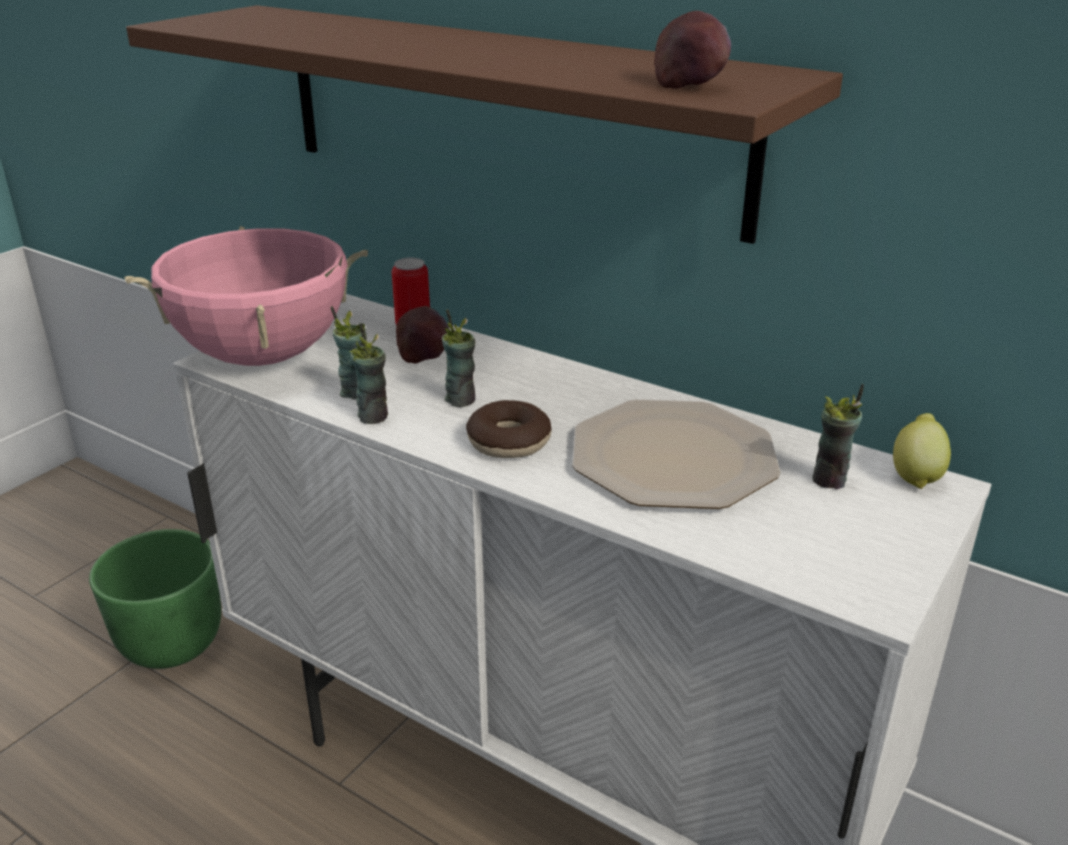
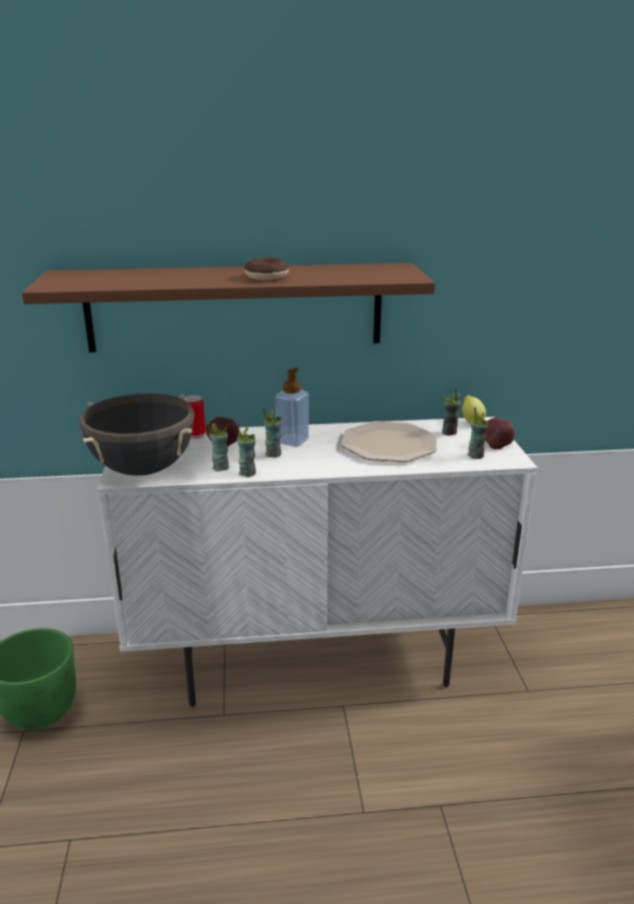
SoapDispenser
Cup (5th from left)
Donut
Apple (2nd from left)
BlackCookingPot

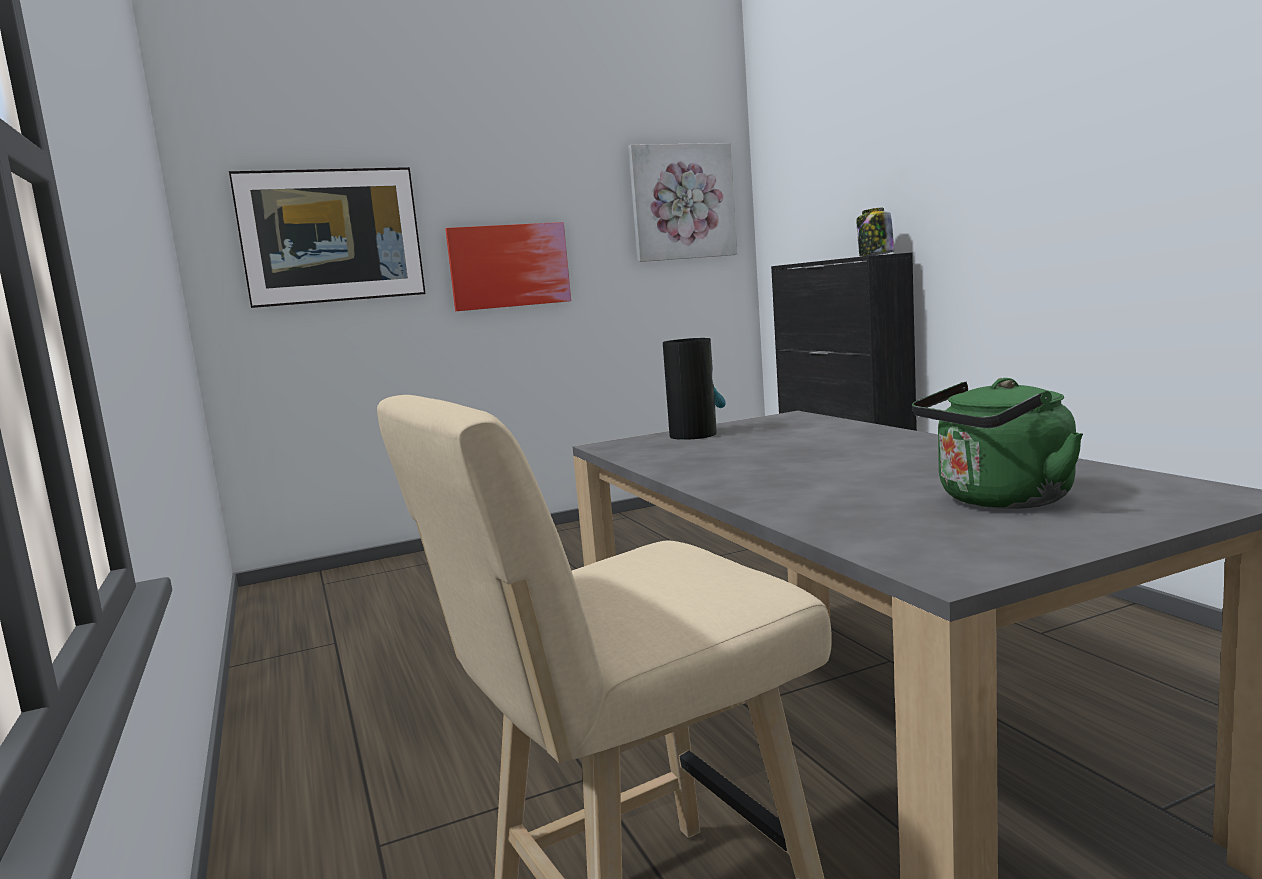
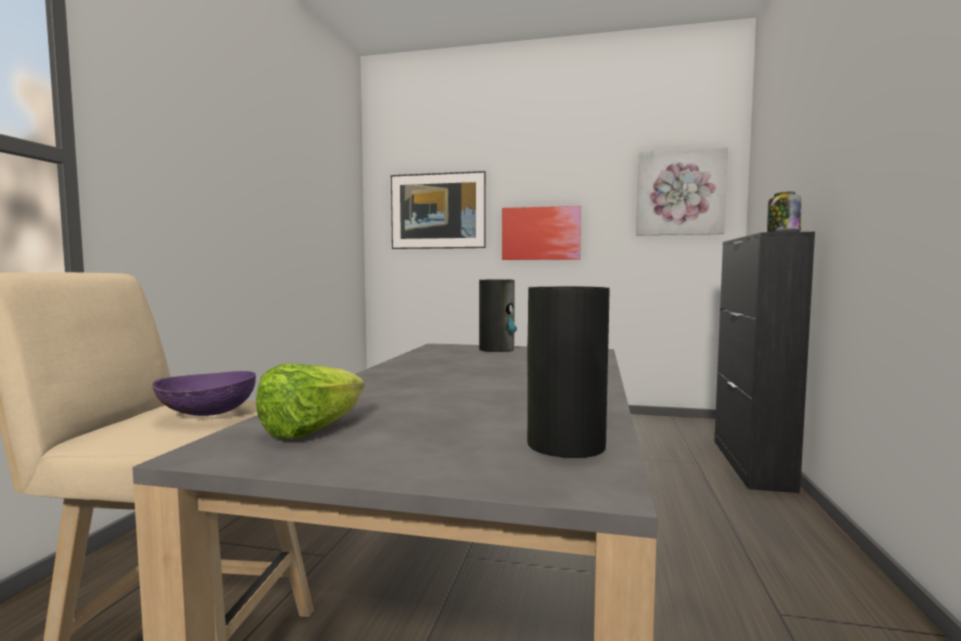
GreenKettle
PurpleBowl
Lettuce
Vase (2nd from left)

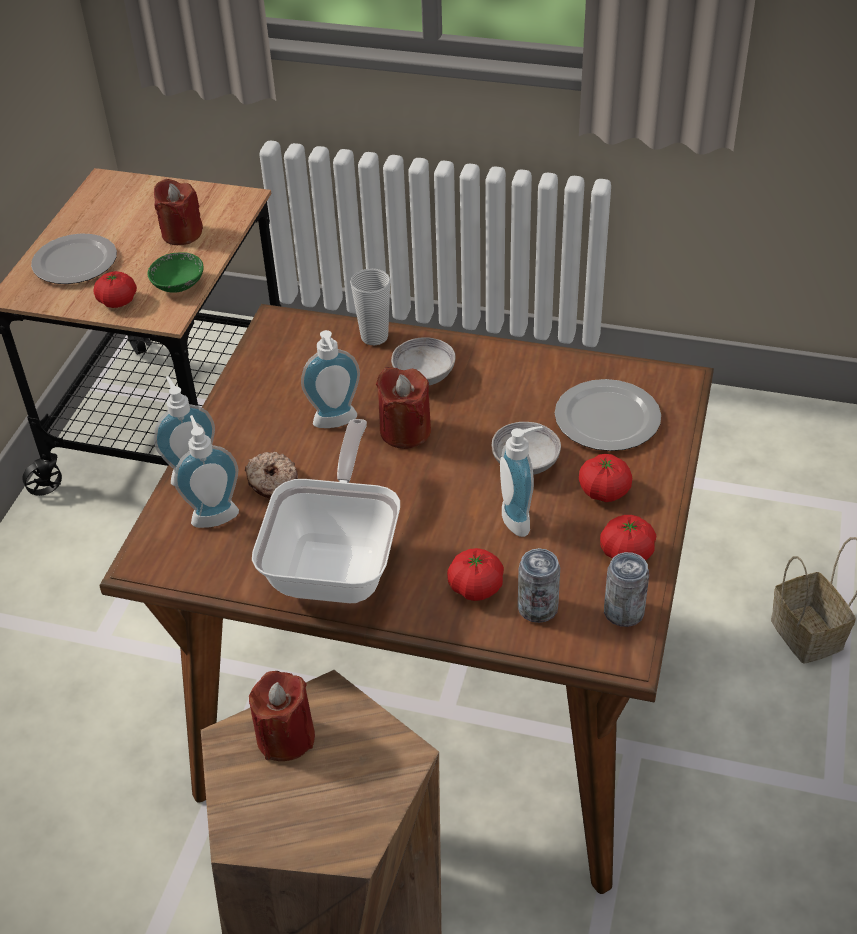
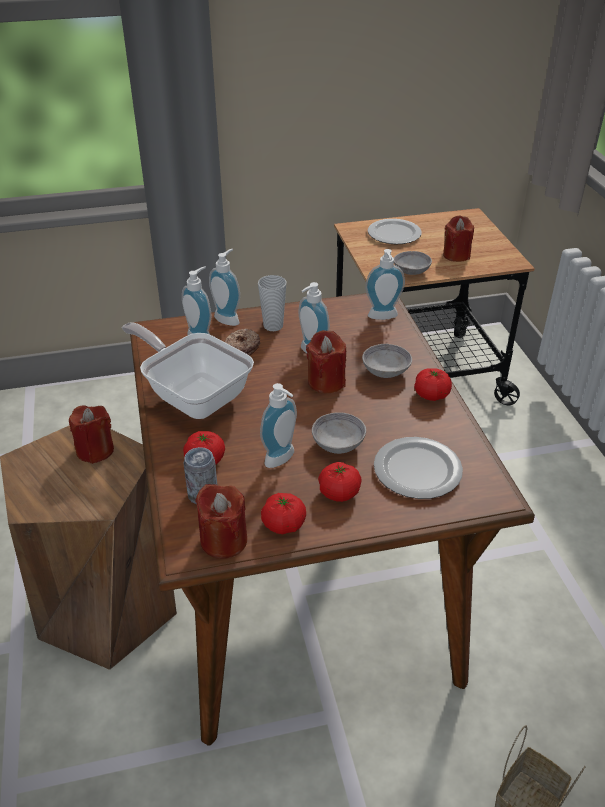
SoapDispenser (5th from left)
Tomato (4th from left)
Cup
RedCandle (2nd from left)
GreyBowl (3rd from left)
FryingPan

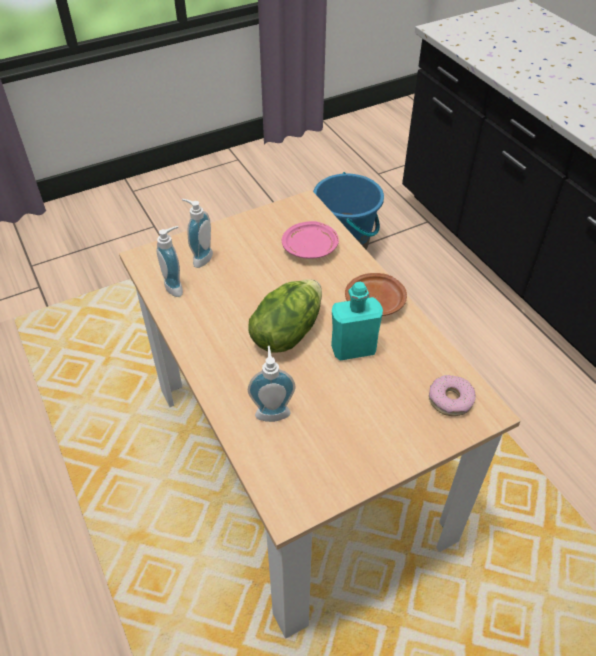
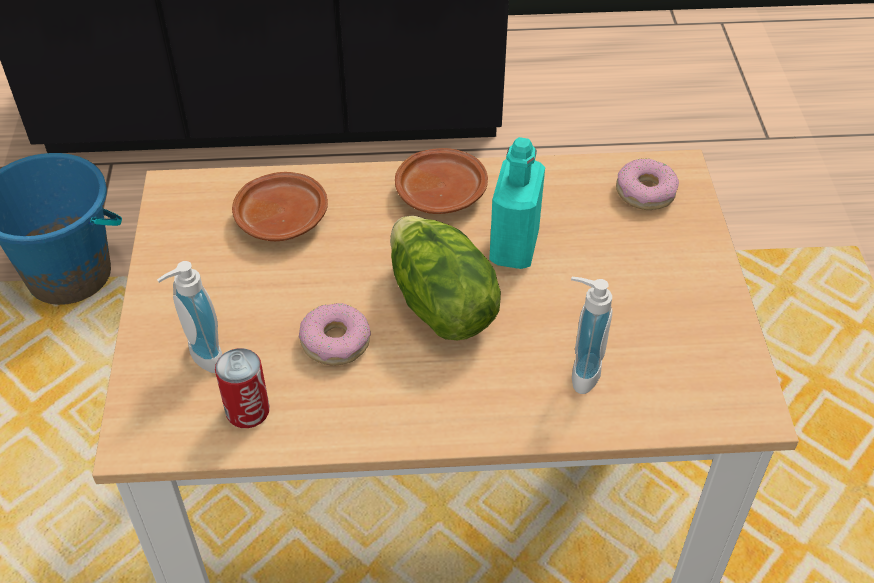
Donut (1st from left)
Can
BrownPlate (1st from left)

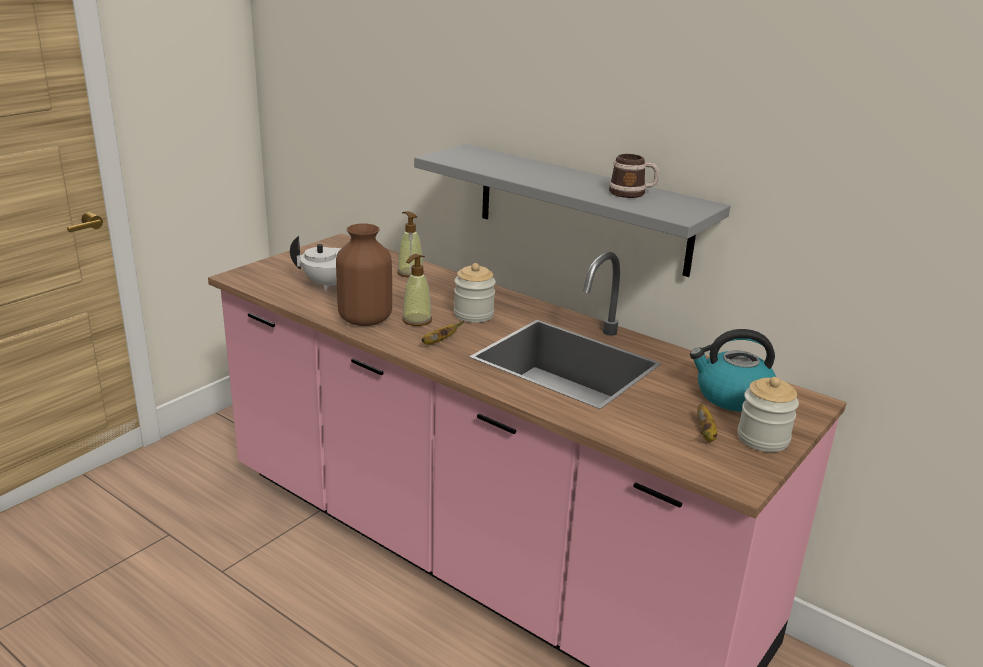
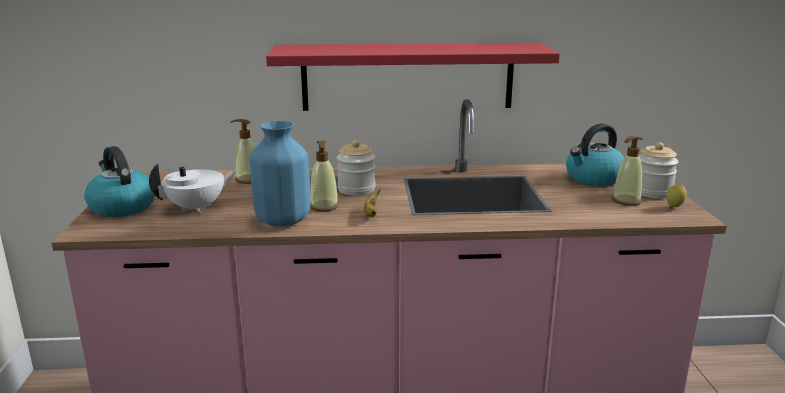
Mug
Kettle (1st from left)
Lemon
SoapDispenser (3rd from left)
BlueVase
RedShelf

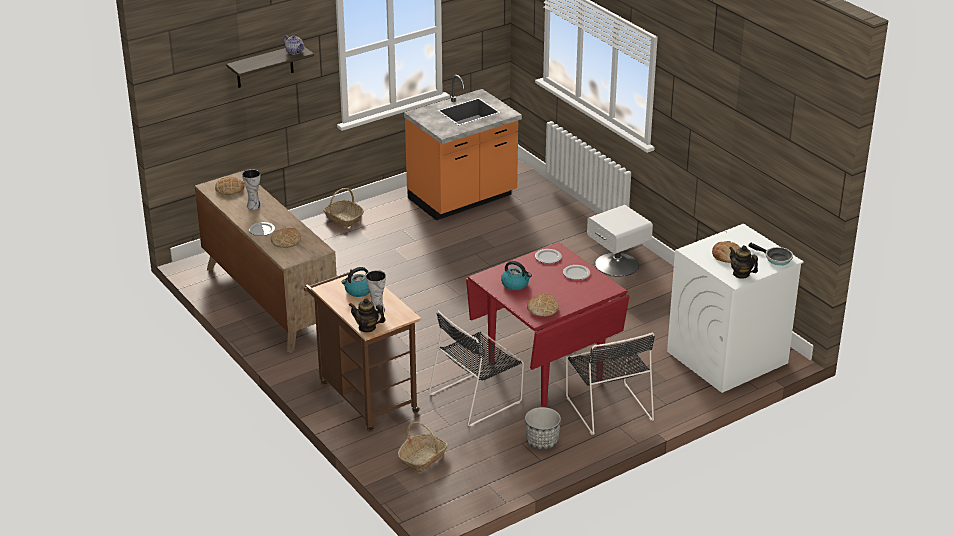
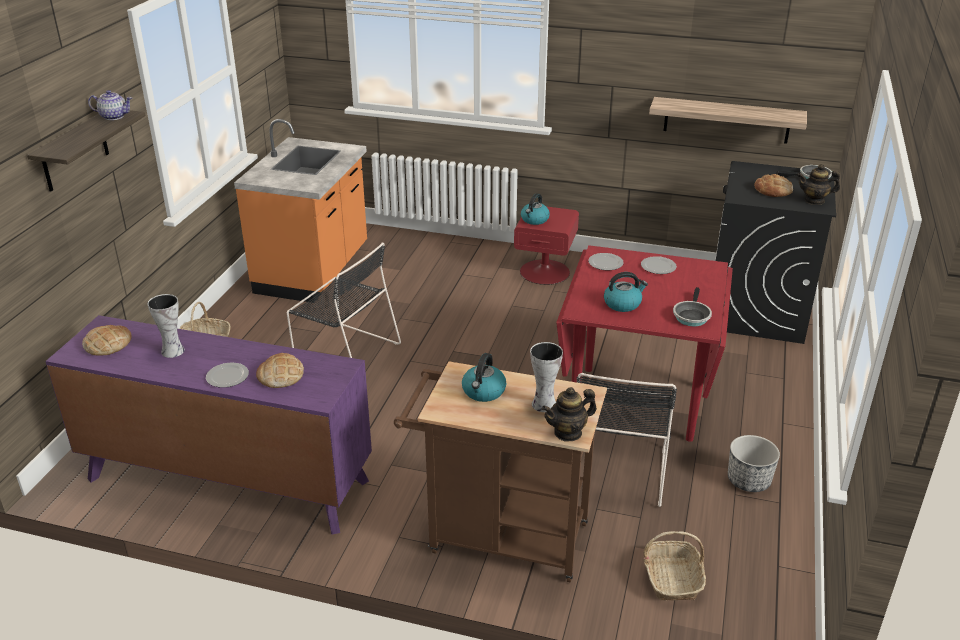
Kettle (2nd from left)
Shelf (2nd from left)
BlackChair (1st from left)
FryingPan (1st from left)
PurpleDresser
RedNightstand
BlackWashingMachine

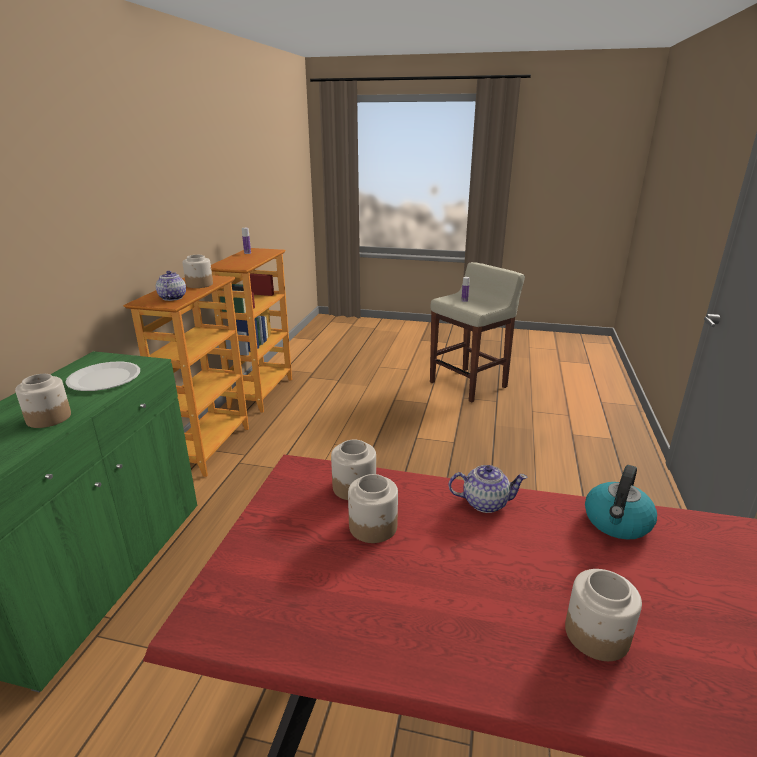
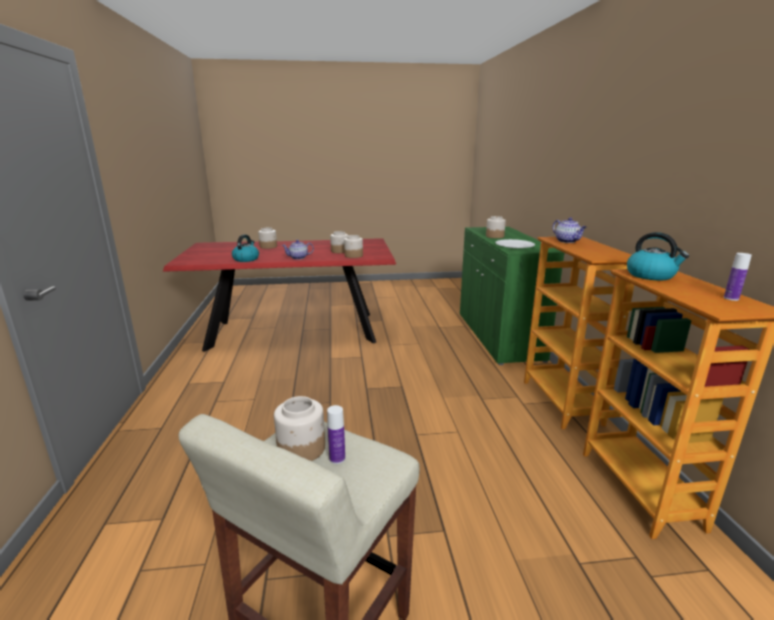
Kettle (2nd from left)
Jar (2nd from left)

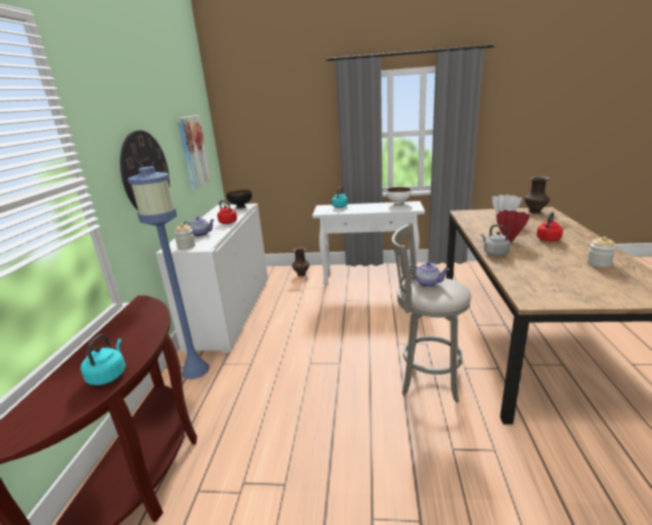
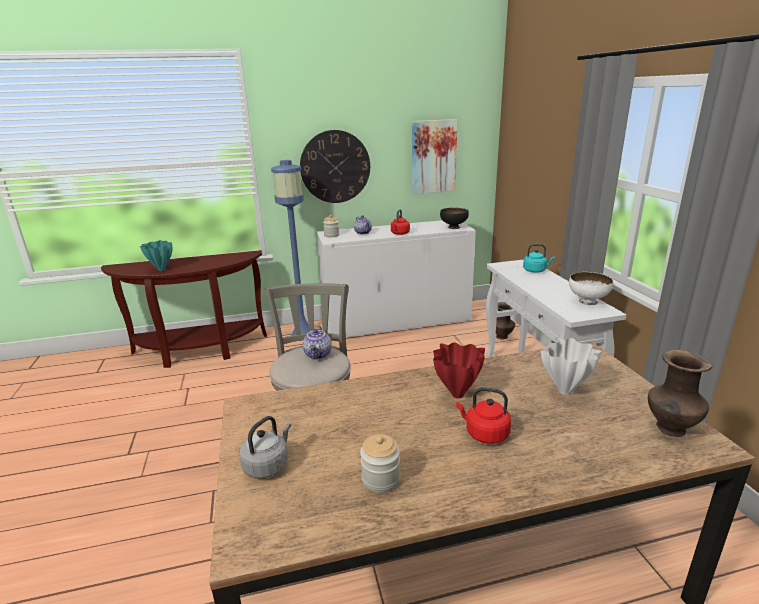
GreyKettle
TurquoiseVase

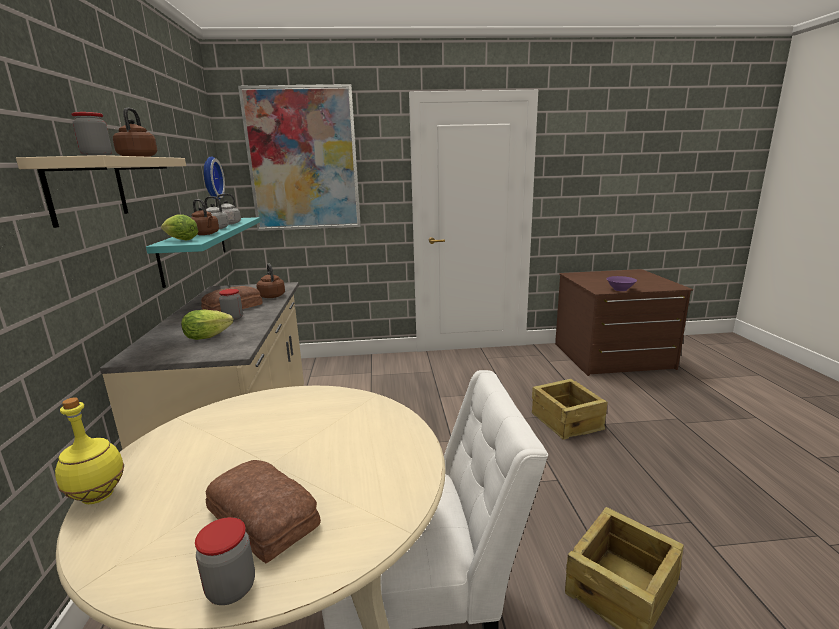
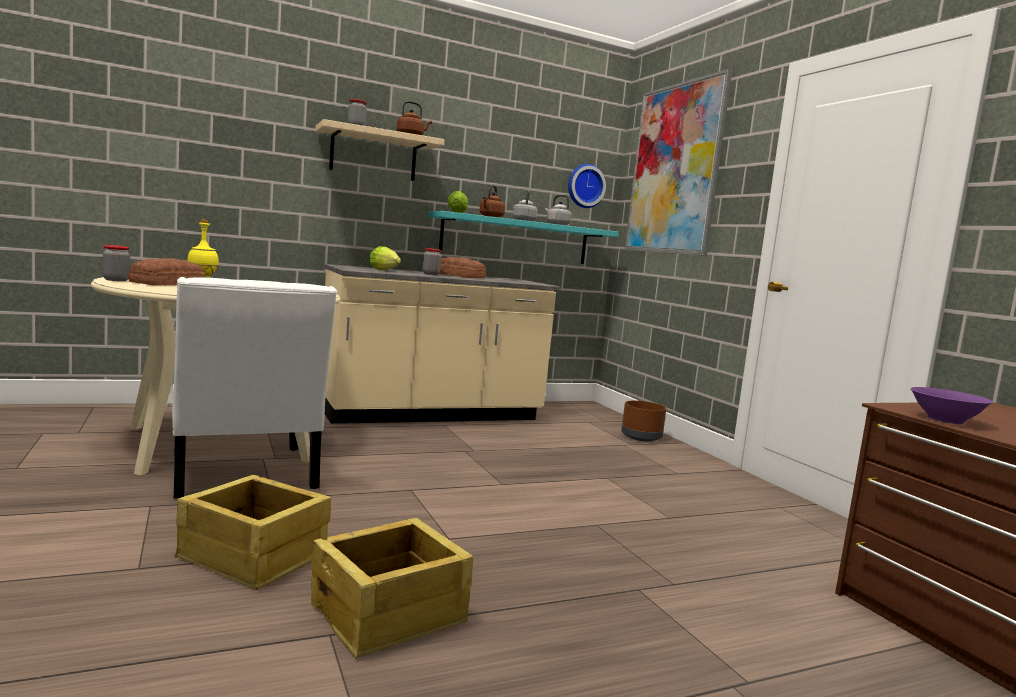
BrownKettle (3rd from left in the first image)
BrownPlanter
Crate (2nd from left)

